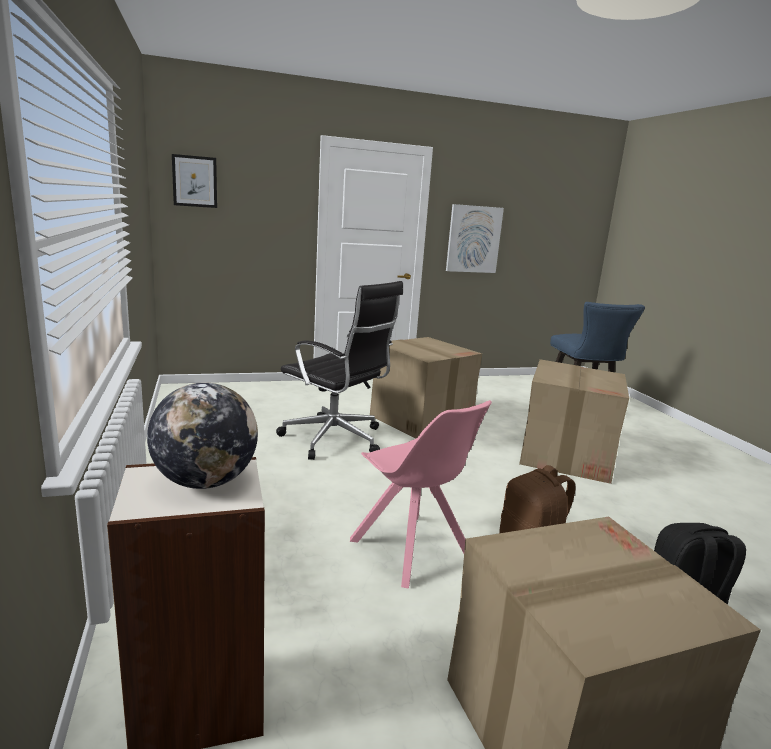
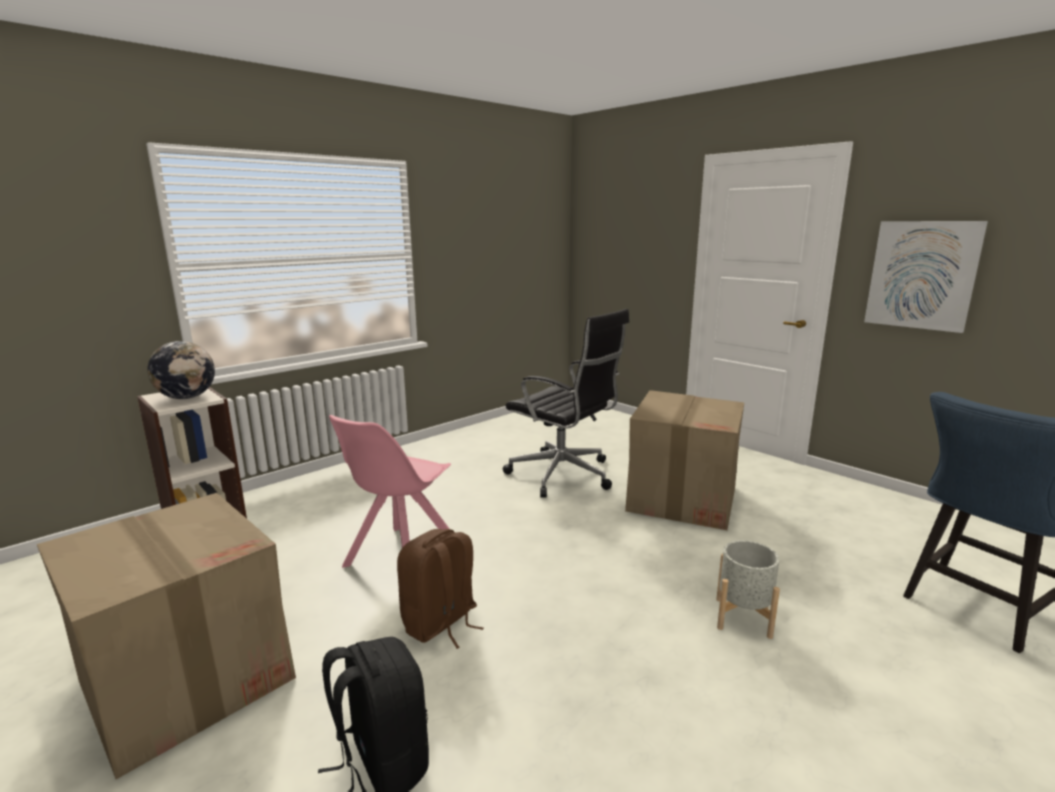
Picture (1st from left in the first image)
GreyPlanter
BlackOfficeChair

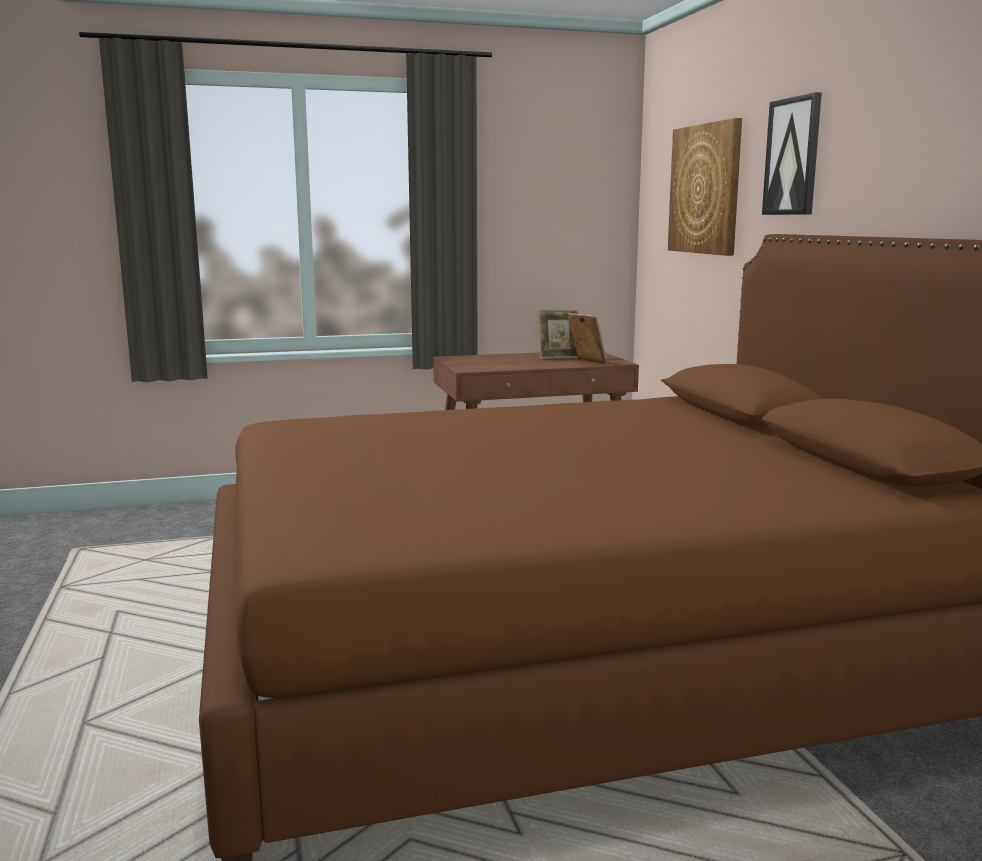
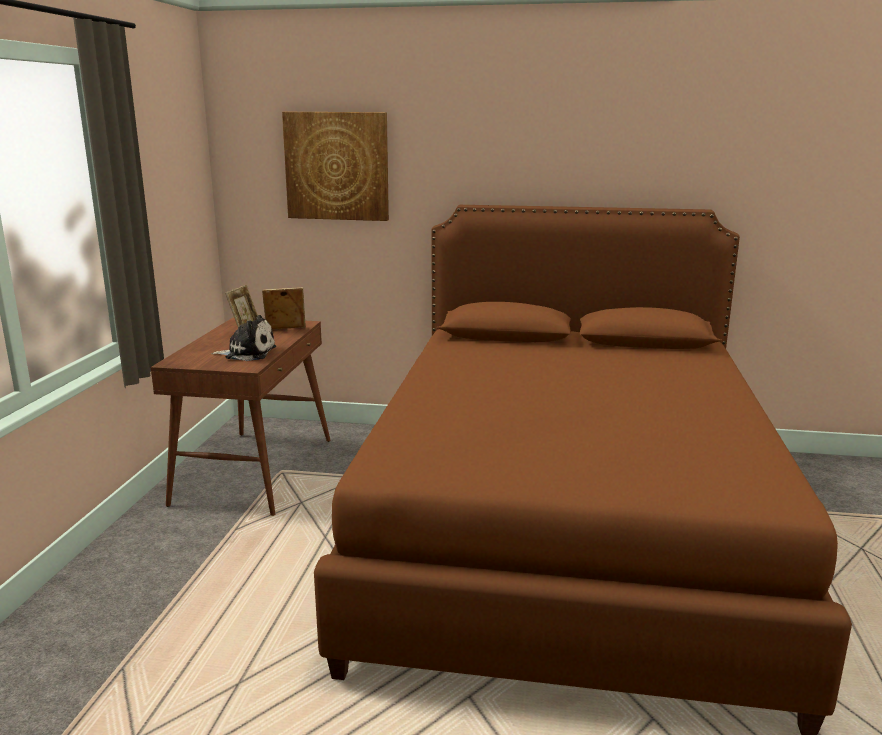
Picture (2nd from left in the first image)
PlushToy

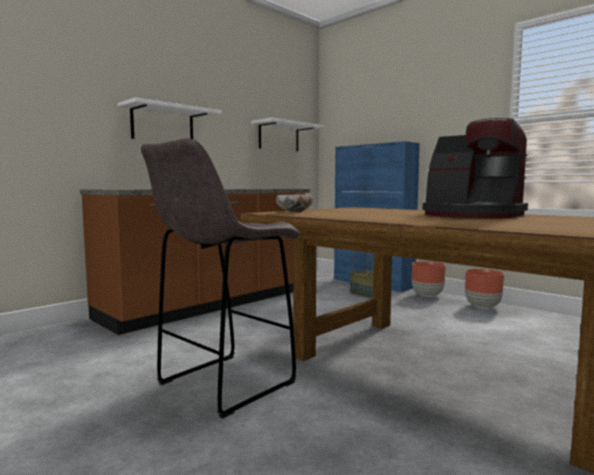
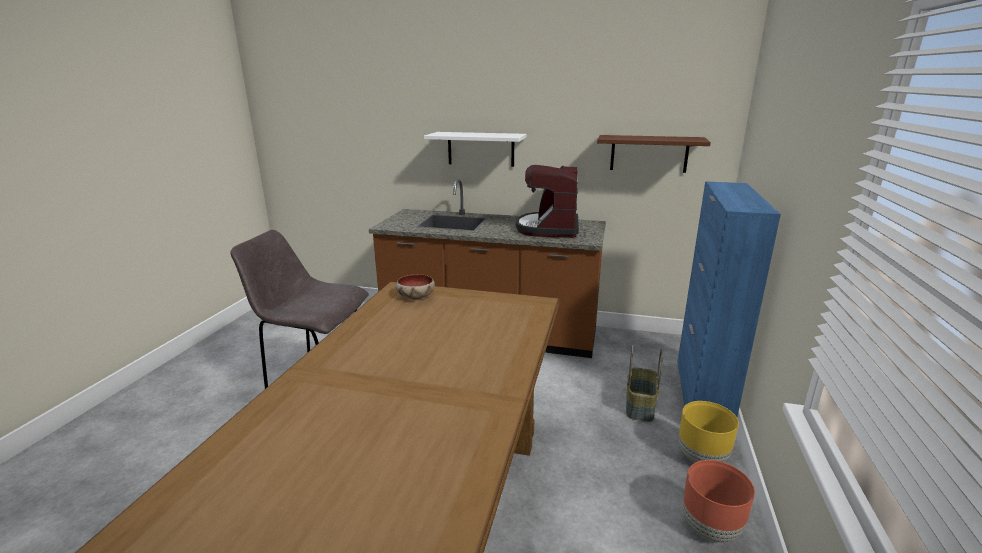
CoffeeMachine
BrownShelf
YellowPlanter

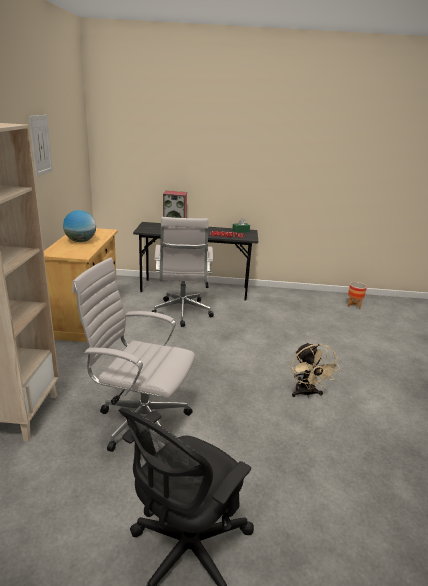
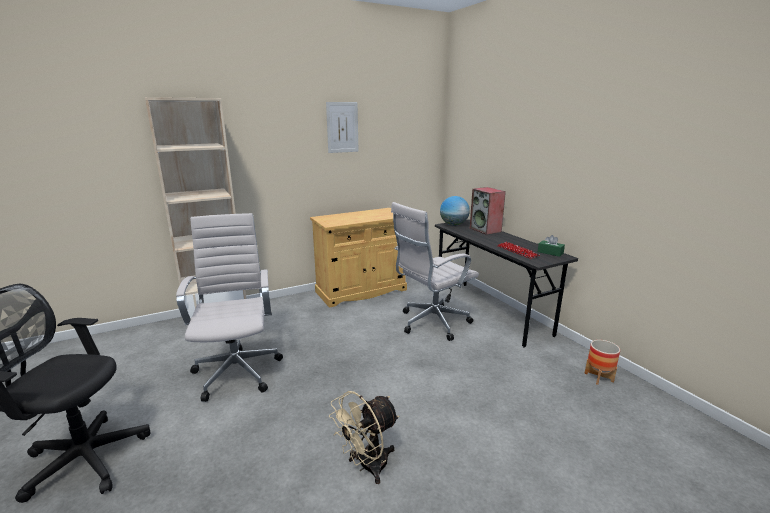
Globe
Planter

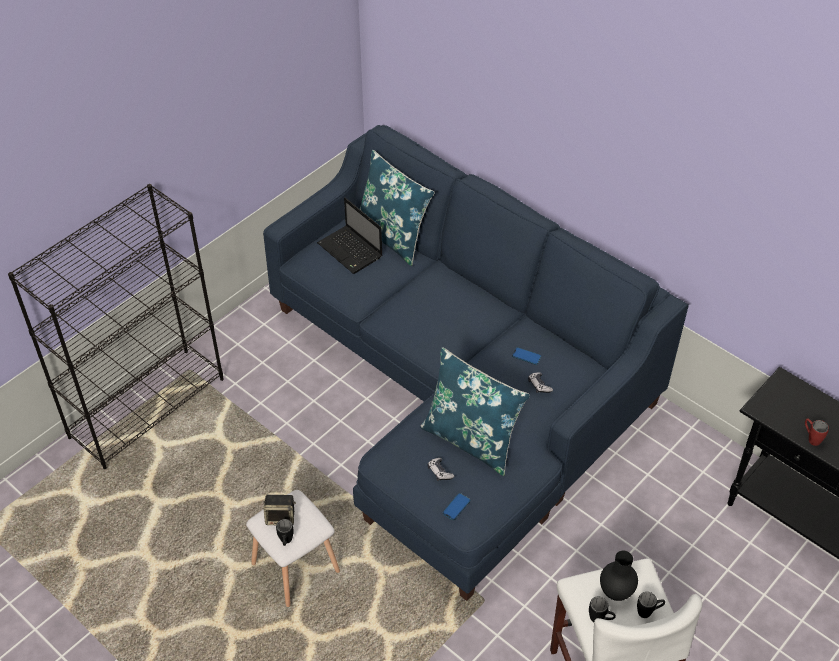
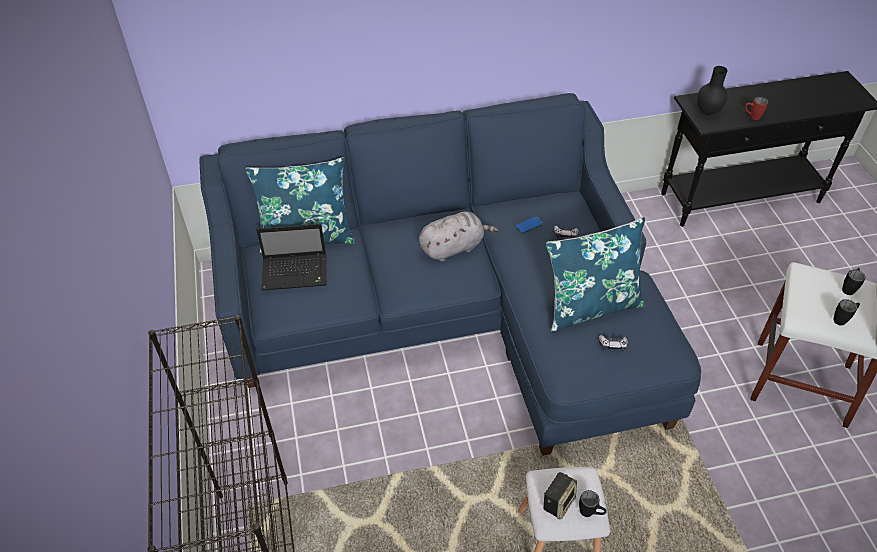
Phone (1st from left in the first image)
GreyPlushToy
BlackVase

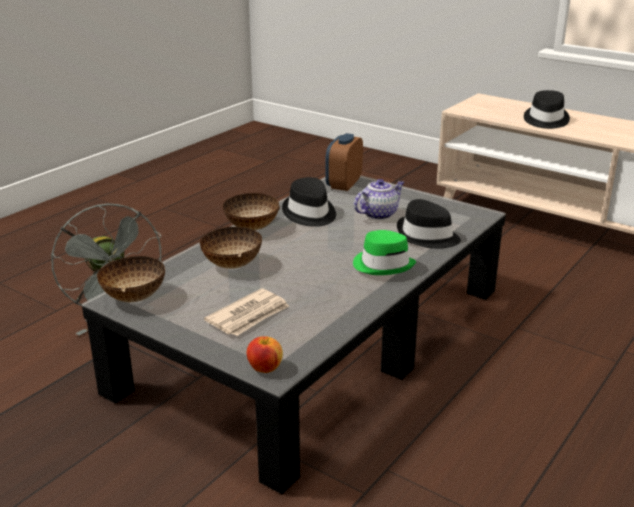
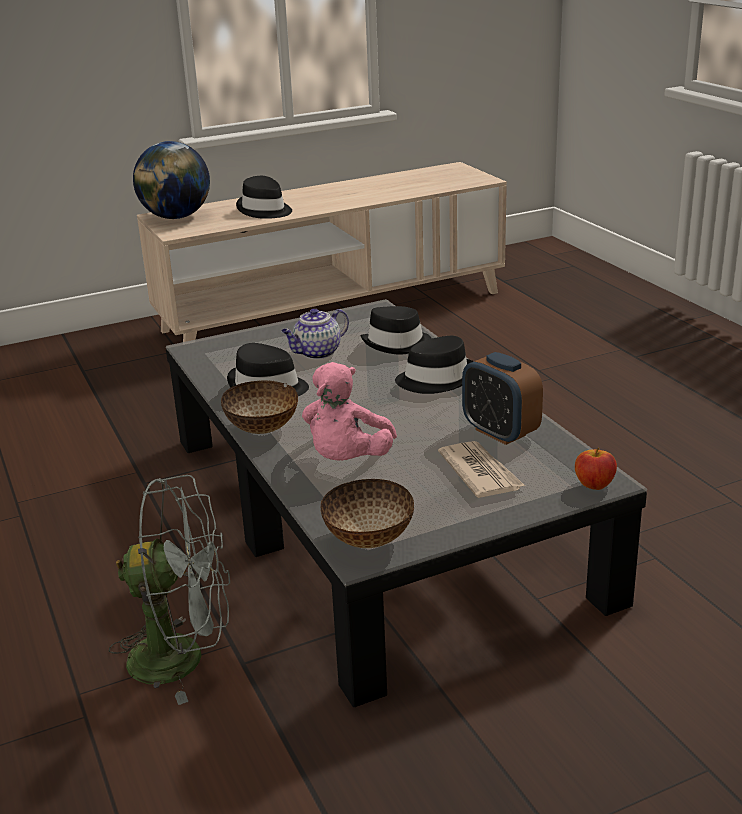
Globe
AlarmClock
PinkPlushToy
BlackHat (4th from left)
Teapot

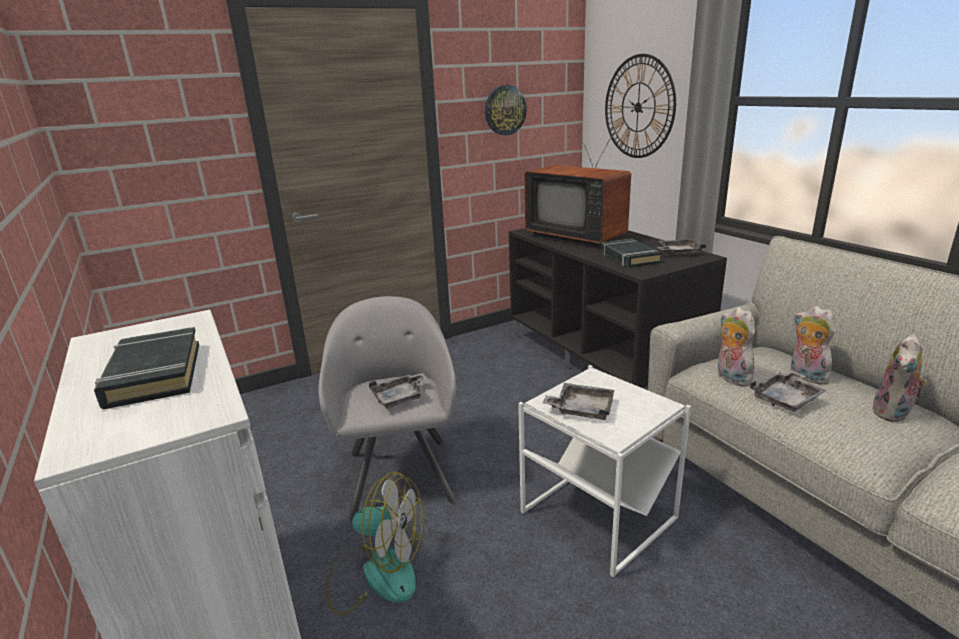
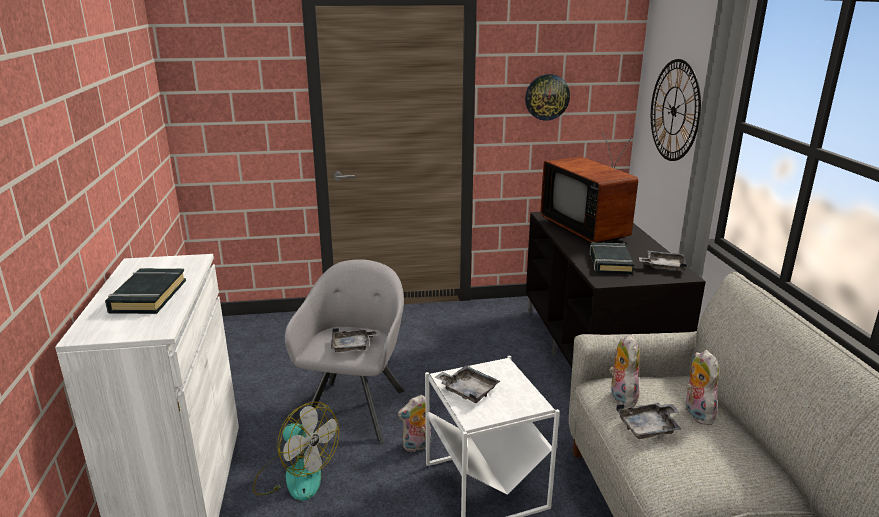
PlushToy (1st from left)

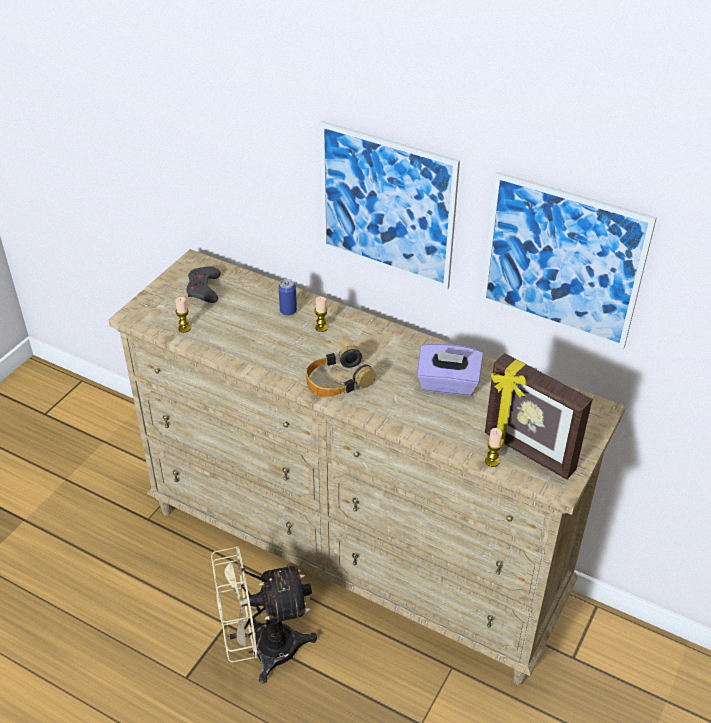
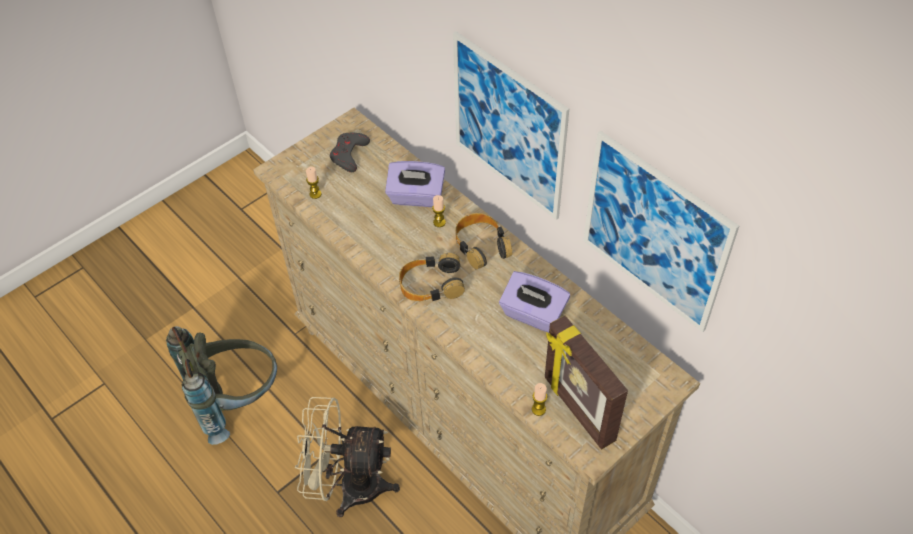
GreyBackpack
Headphones (2nd from left)
PurpleTissueBox (1st from left)

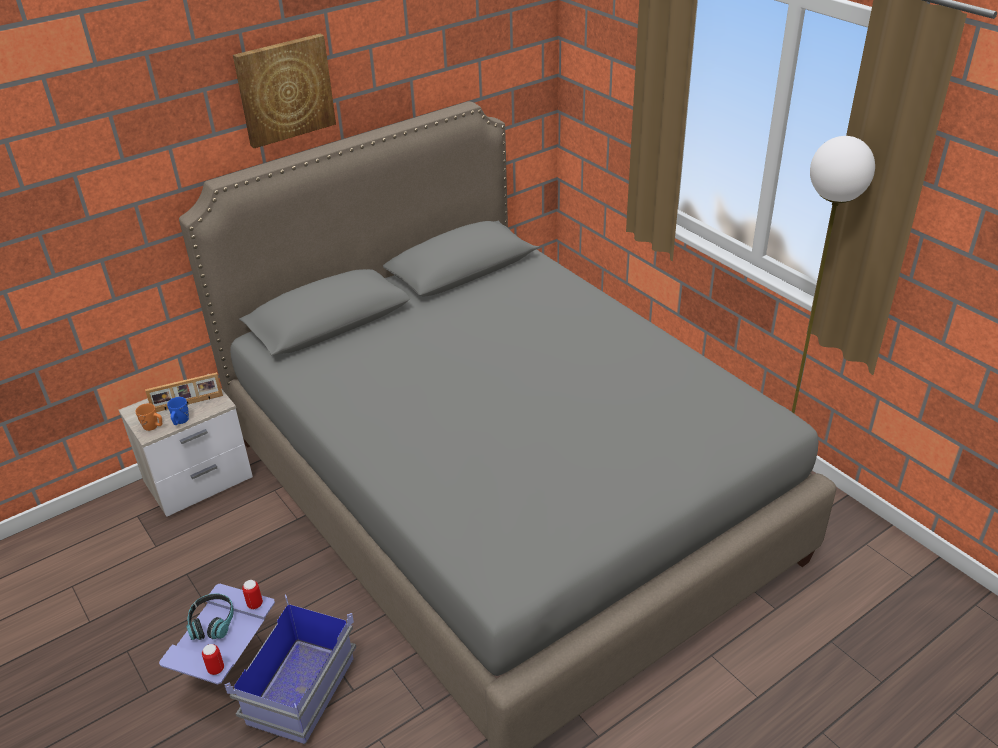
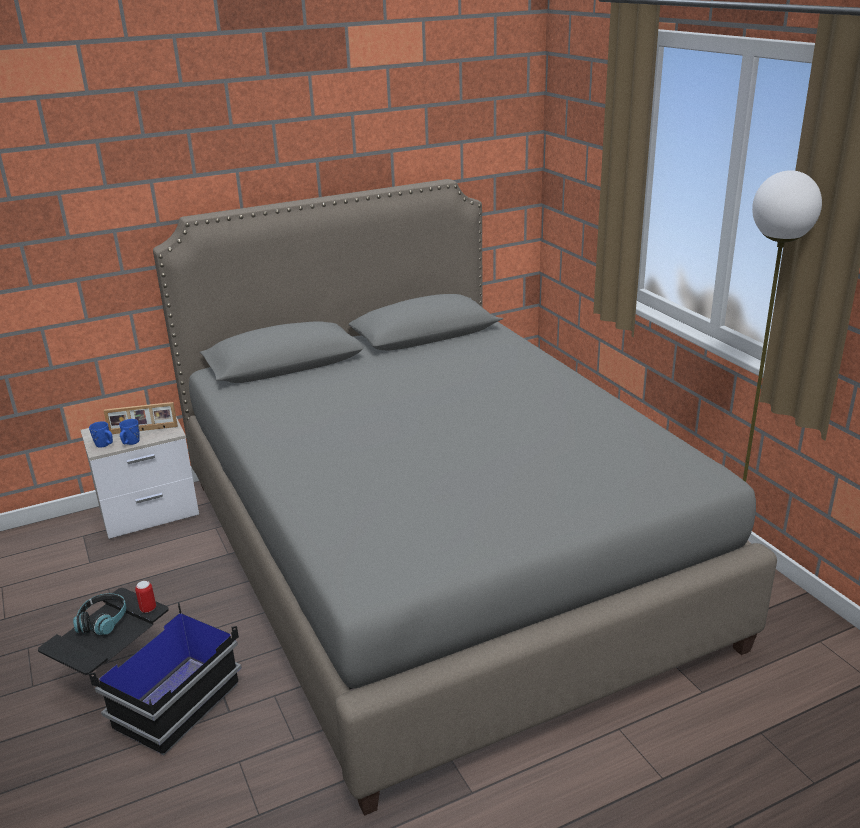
Can (1st from left in the first image)
Picture
BlueMug (1st from left)
BlackStorageBox

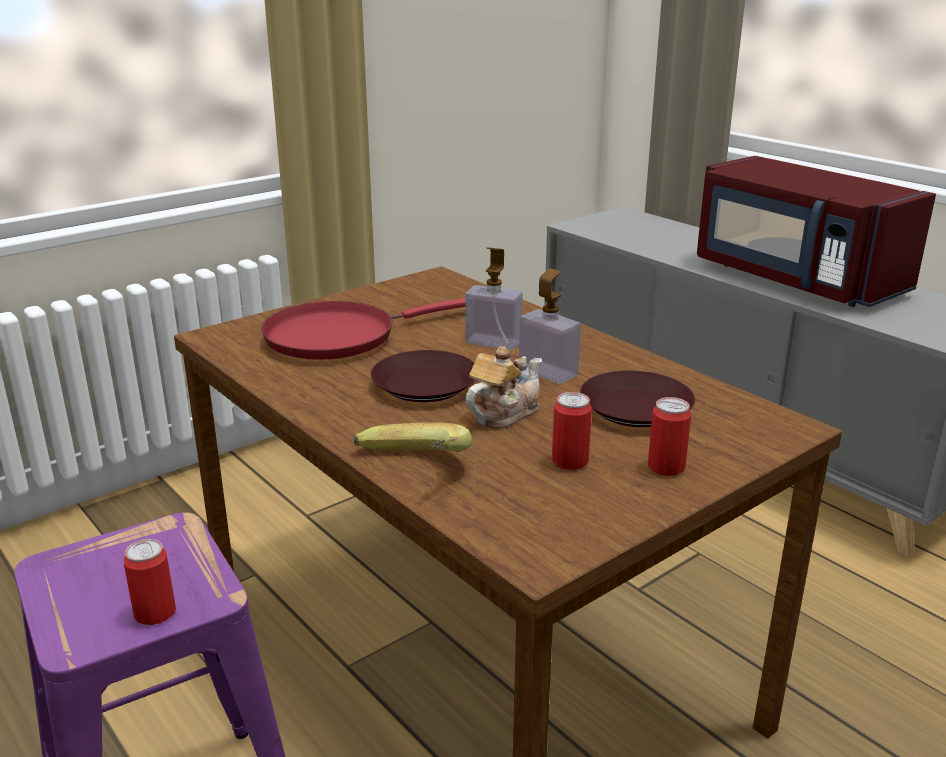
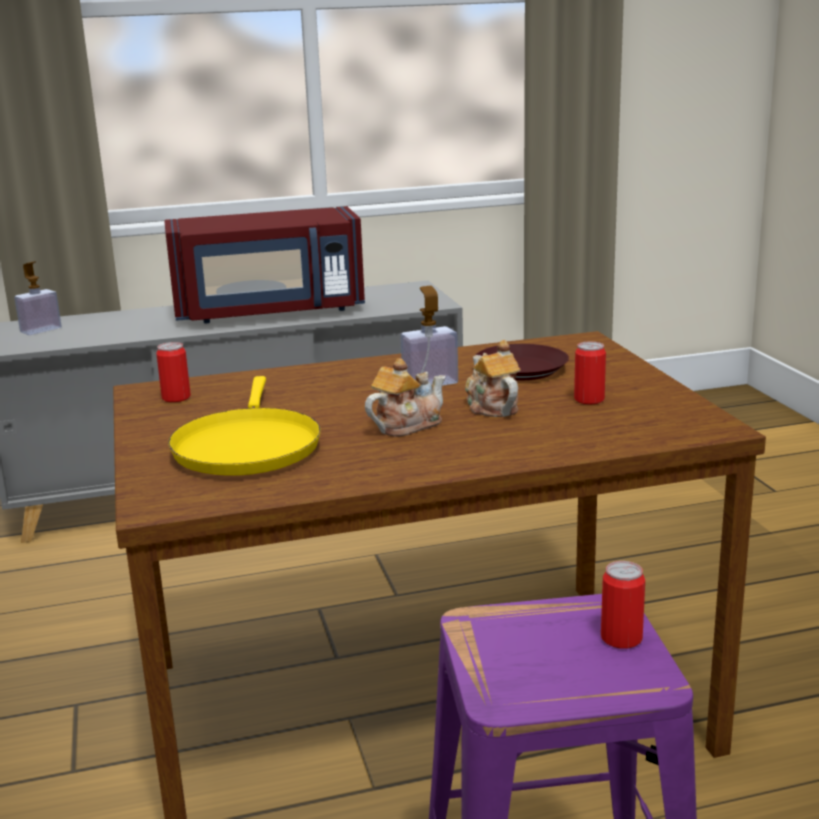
Banana
SoapDispenser (1st from left)
Can (1st from left)
Teapot (1st from left)
YellowFryingPan

